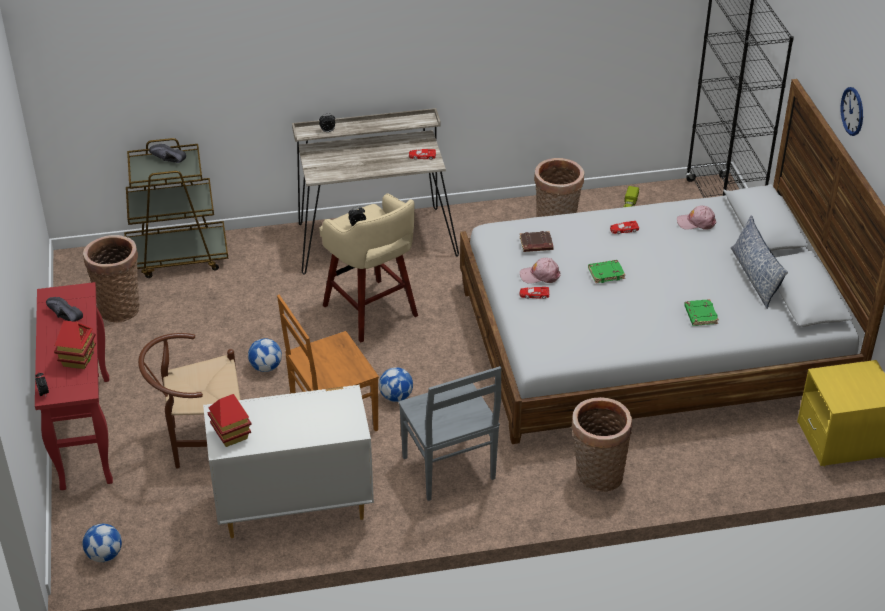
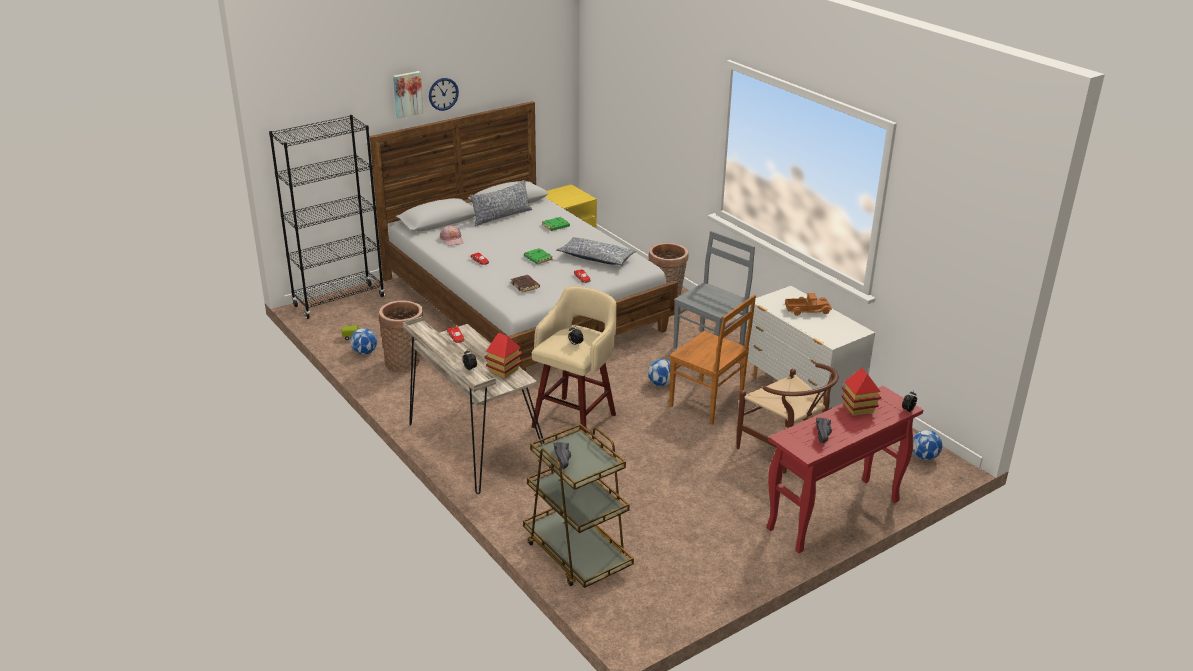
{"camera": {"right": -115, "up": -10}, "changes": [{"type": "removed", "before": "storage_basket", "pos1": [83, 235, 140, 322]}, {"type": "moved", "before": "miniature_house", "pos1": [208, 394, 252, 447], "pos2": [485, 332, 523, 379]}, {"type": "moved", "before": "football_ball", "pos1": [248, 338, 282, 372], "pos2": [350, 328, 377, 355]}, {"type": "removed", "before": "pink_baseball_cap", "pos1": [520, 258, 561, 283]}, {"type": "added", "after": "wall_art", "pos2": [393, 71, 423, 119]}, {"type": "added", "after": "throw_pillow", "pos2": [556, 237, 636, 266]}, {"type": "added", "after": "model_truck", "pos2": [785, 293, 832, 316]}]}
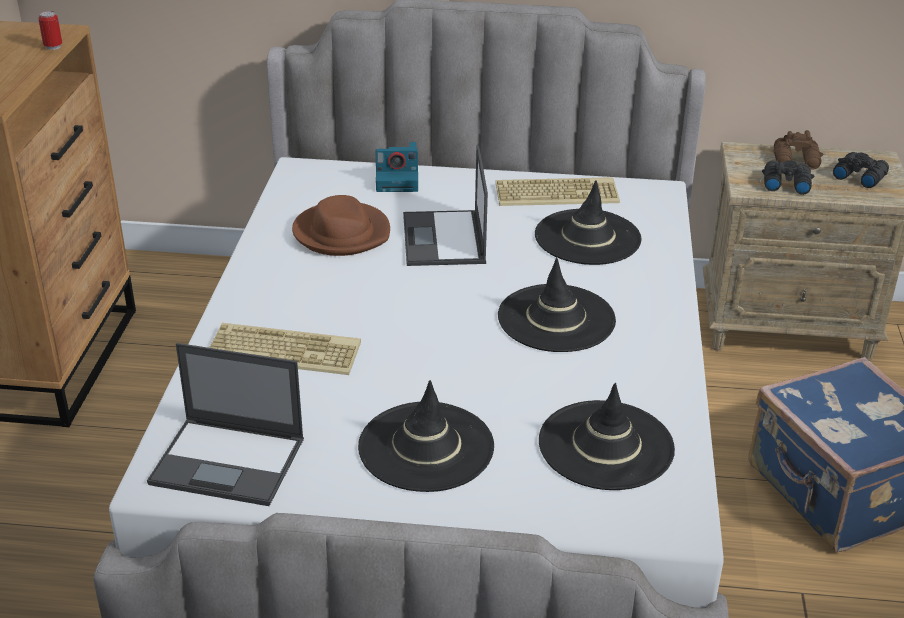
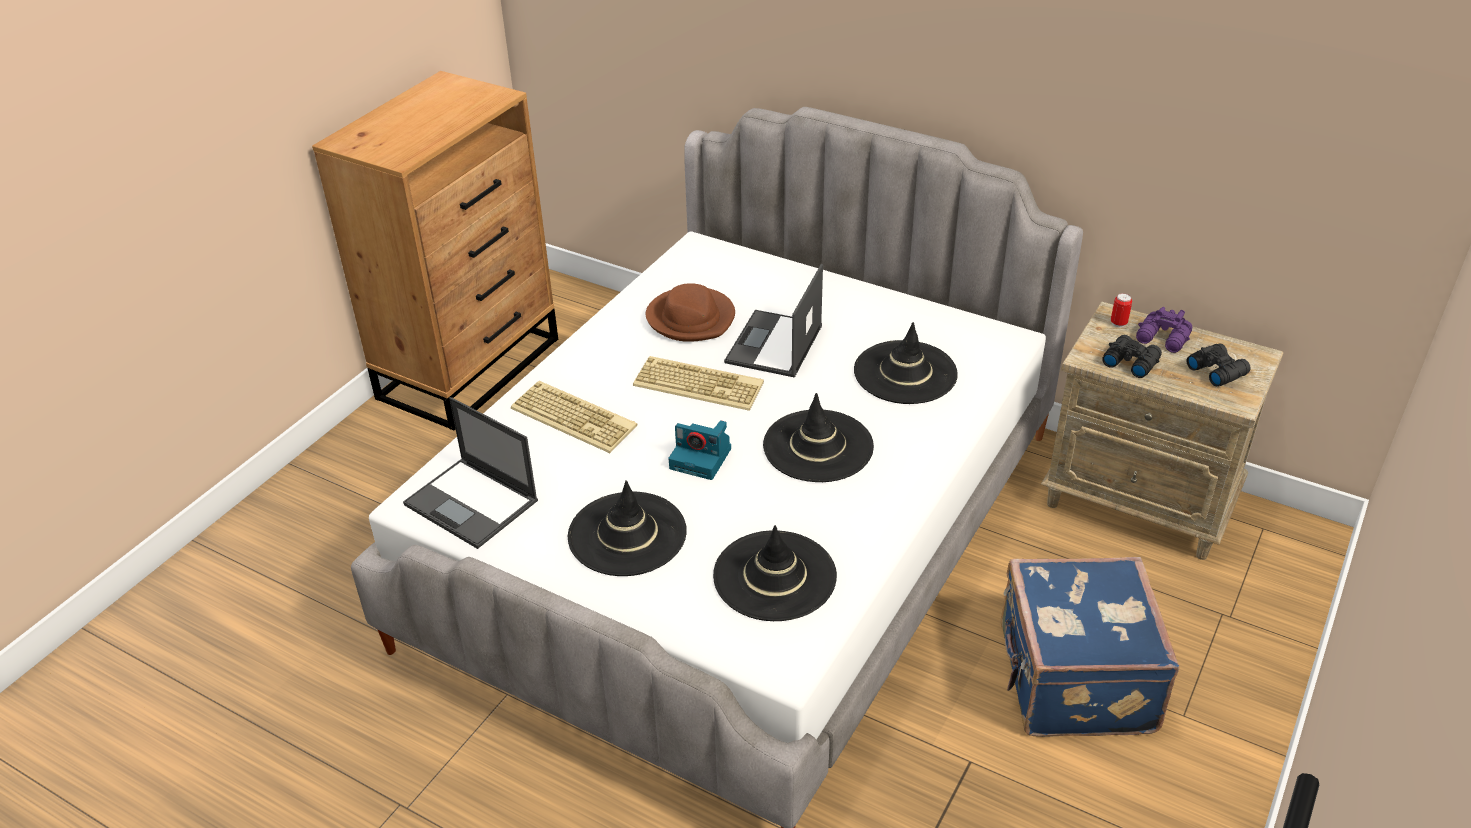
{"camera": {"right": 25, "up": 5}, "changes": [{"type": "moved", "before": "sealed_can", "pos1": [38, 11, 62, 50], "pos2": [1111, 293, 1132, 327]}, {"type": "moved", "before": "photo_camera", "pos1": [376, 142, 418, 192], "pos2": [669, 420, 731, 480]}, {"type": "moved", "before": "PC_keyboard", "pos1": [496, 177, 620, 206], "pos2": [633, 356, 764, 411]}, {"type": "recoloured", "before": "brownish_binoculars", "after": "purple-coloured_binoculars", "pos1": [773, 130, 823, 170], "pos2": [1136, 307, 1192, 353]}]}
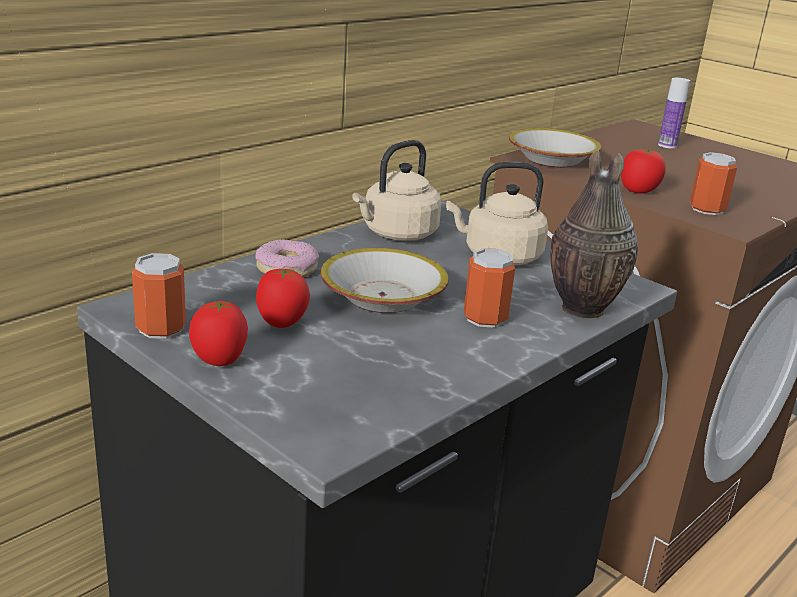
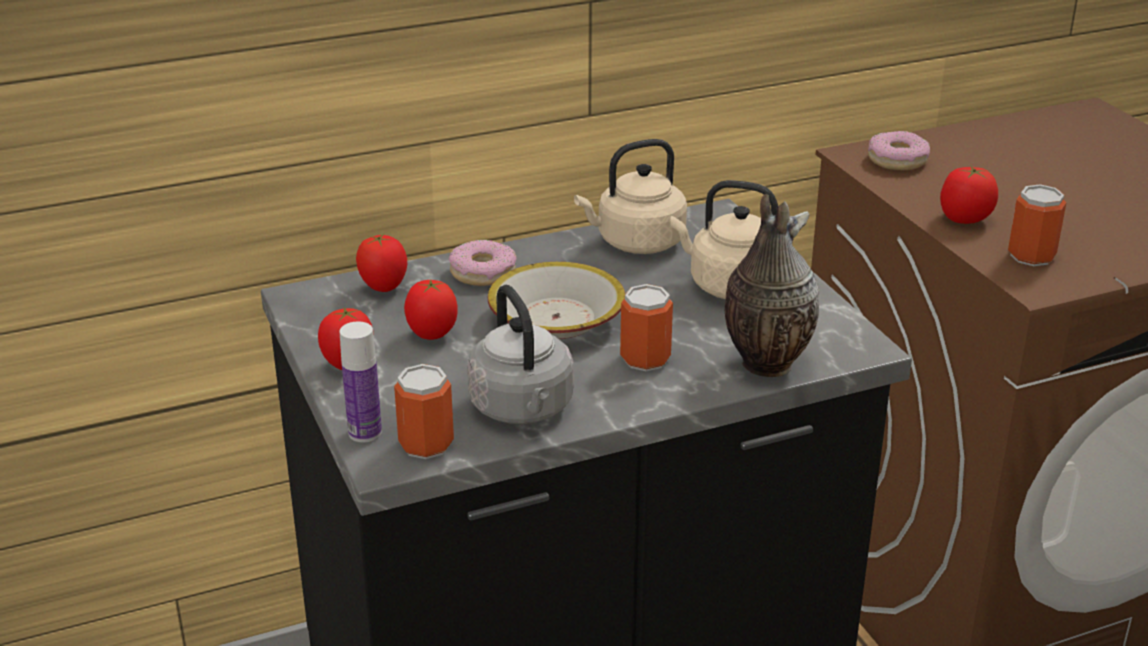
{"camera": {"right": 25, "up": 5}, "changes": [{"type": "moved", "before": "sealed_can", "pos1": [132, 253, 186, 339], "pos2": [394, 364, 454, 459]}, {"type": "replaced", "before": "serving_bowl", "after": "donut", "pos1": [509, 128, 602, 168], "pos2": [868, 131, 930, 170]}, {"type": "moved", "before": "bottle", "pos1": [658, 78, 690, 148], "pos2": [339, 322, 382, 442]}, {"type": "added", "after": "fresh_tomato", "pos2": [356, 233, 407, 292]}, {"type": "added", "after": "greyish_kettle", "pos2": [467, 285, 573, 424]}]}
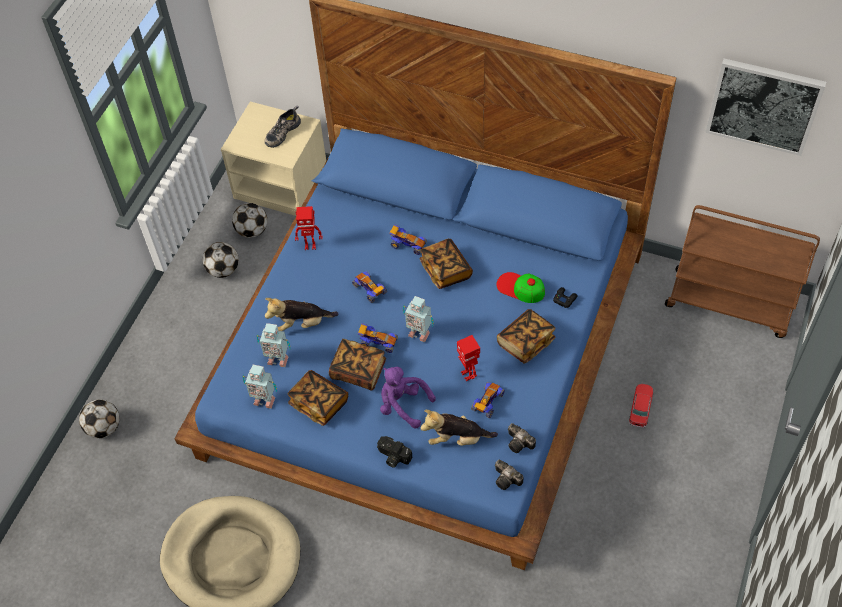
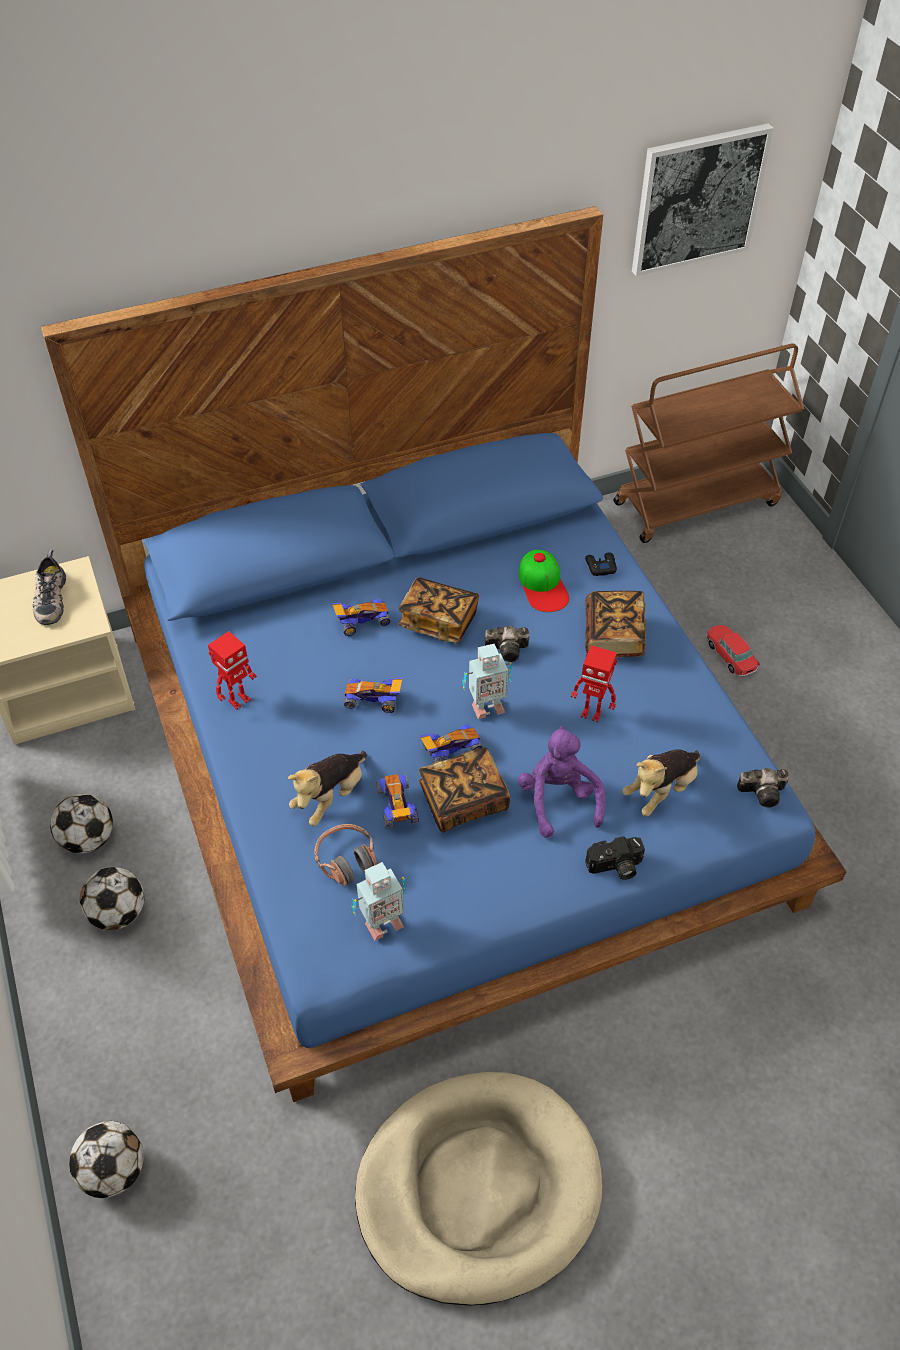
{"camera": {"right": -45, "up": -5}, "changes": [{"type": "moved", "before": "football_ball", "pos1": [232, 203, 267, 238], "pos2": [79, 867, 145, 930]}, {"type": "replaced", "before": "model_robot", "after": "headphones", "pos1": [256, 323, 291, 367], "pos2": [314, 824, 377, 886]}, {"type": "removed", "before": "book", "pos1": [287, 370, 348, 426]}, {"type": "turned", "before": "purple-coloured_cuddly_toy", "pos1": [380, 367, 436, 428], "pos2": [518, 726, 606, 838], "turn": 90}, {"type": "moved", "before": "miniature_car", "pos1": [471, 382, 505, 418], "pos2": [376, 774, 419, 829]}, {"type": "turned", "before": "baseball_cap", "pos1": [496, 272, 545, 303], "pos2": [519, 550, 569, 612], "turn": -90}, {"type": "moved", "before": "photo_camera", "pos1": [508, 423, 536, 453], "pos2": [485, 626, 529, 662]}]}
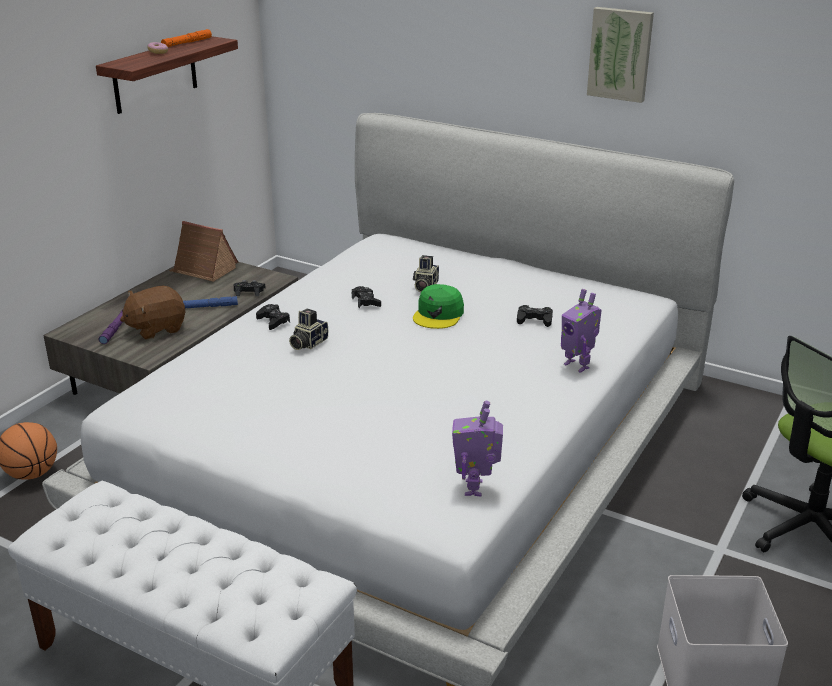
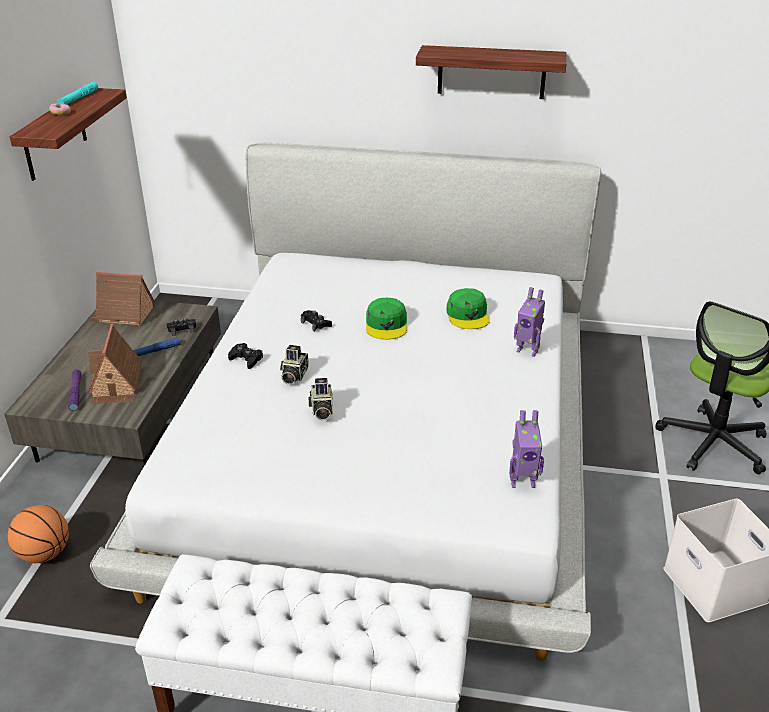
{"camera": {"right": -20, "up": 5}, "changes": [{"type": "replaced", "before": "brownish_cuddly_toy", "after": "miniature_house", "pos1": [120, 286, 185, 340], "pos2": [88, 324, 143, 404]}, {"type": "recoloured", "before": "orange-coloured_flashlight", "after": "turquoise_flashlight", "pos1": [161, 29, 212, 47], "pos2": [57, 82, 98, 105]}, {"type": "moved", "before": "photo_camera", "pos1": [413, 255, 439, 292], "pos2": [308, 378, 333, 420]}, {"type": "turned", "before": "model_robot", "pos1": [452, 401, 503, 497], "pos2": [509, 410, 544, 488], "turn": -75}, {"type": "replaced", "before": "black-coloured_joypad", "after": "green_baseball_cap", "pos1": [517, 305, 553, 327], "pos2": [447, 288, 490, 329]}, {"type": "replaced", "before": "wall_art", "after": "wall_shelf", "pos1": [587, 7, 654, 103], "pos2": [416, 45, 567, 99]}]}
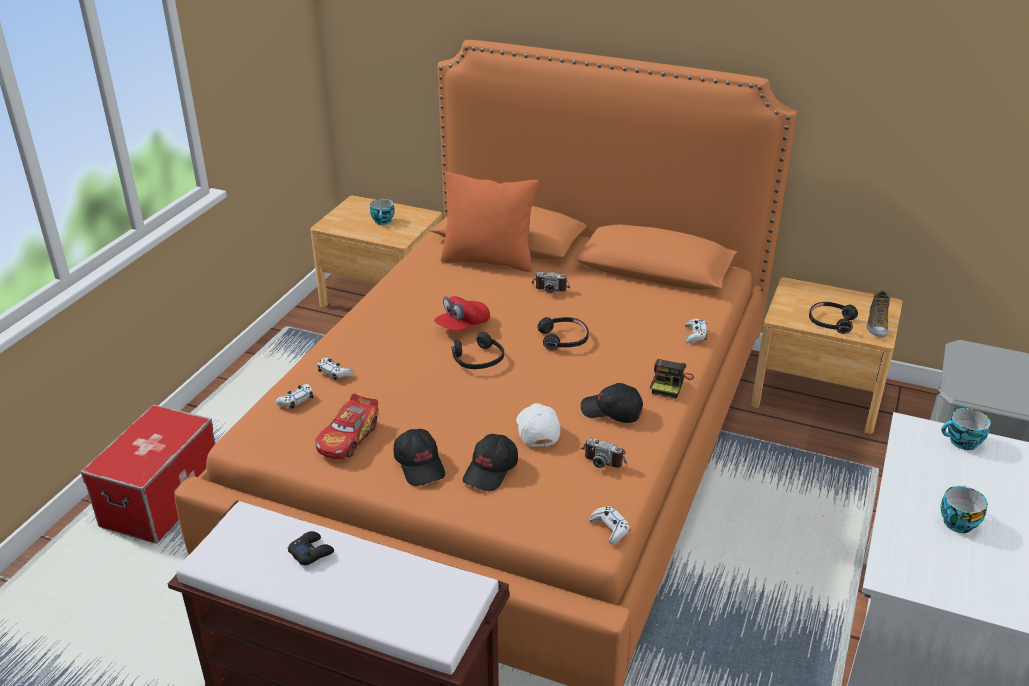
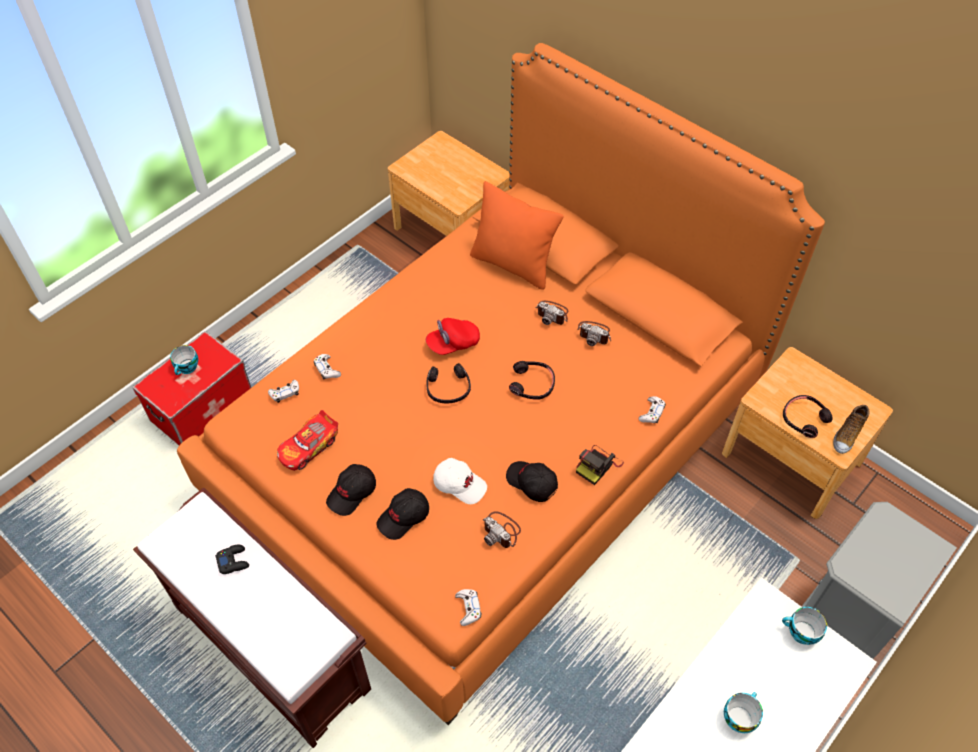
{"camera": {"right": 20, "up": 20}, "changes": [{"type": "moved", "before": "drinking_cup", "pos1": [370, 199, 395, 225], "pos2": [170, 345, 198, 375]}, {"type": "turned", "before": "black-coloured_baseball_cap", "pos1": [394, 429, 445, 486], "pos2": [326, 464, 376, 516], "turn": 45}, {"type": "turned", "before": "whitish_baseball_cap", "pos1": [516, 403, 560, 447], "pos2": [433, 458, 487, 504], "turn": 105}, {"type": "added", "after": "photo_camera", "pos2": [577, 321, 611, 346]}]}
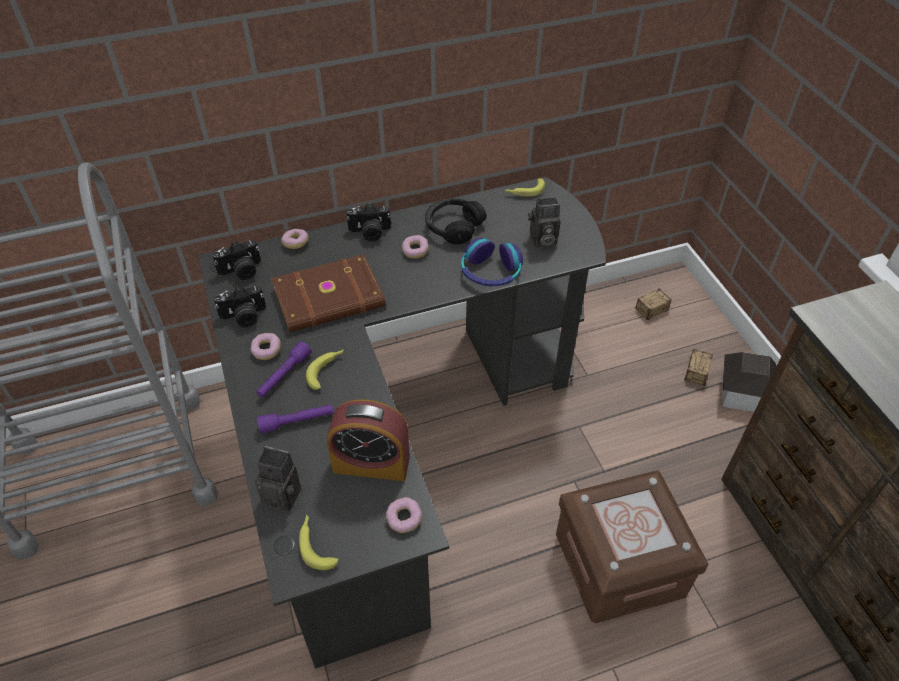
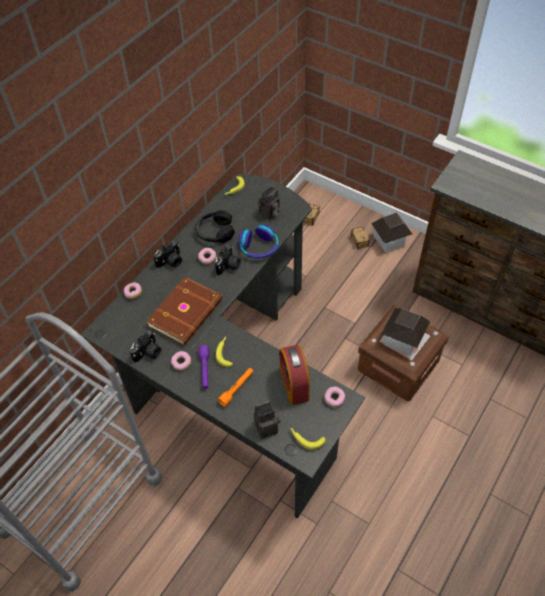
{"camera": {"right": -35, "up": 5}, "changes": [{"type": "moved", "before": "photo_camera", "pos1": [212, 240, 261, 280], "pos2": [215, 244, 241, 275]}, {"type": "recoloured", "before": "purple-coloured_flashlight", "after": "orange-coloured_flashlight", "pos1": [257, 404, 334, 434], "pos2": [217, 368, 254, 407]}, {"type": "turned", "before": "table_clock", "pos1": [327, 399, 410, 481], "pos2": [279, 345, 310, 405], "turn": 105}, {"type": "added", "after": "miniature_house", "pos2": [381, 308, 430, 355]}]}
